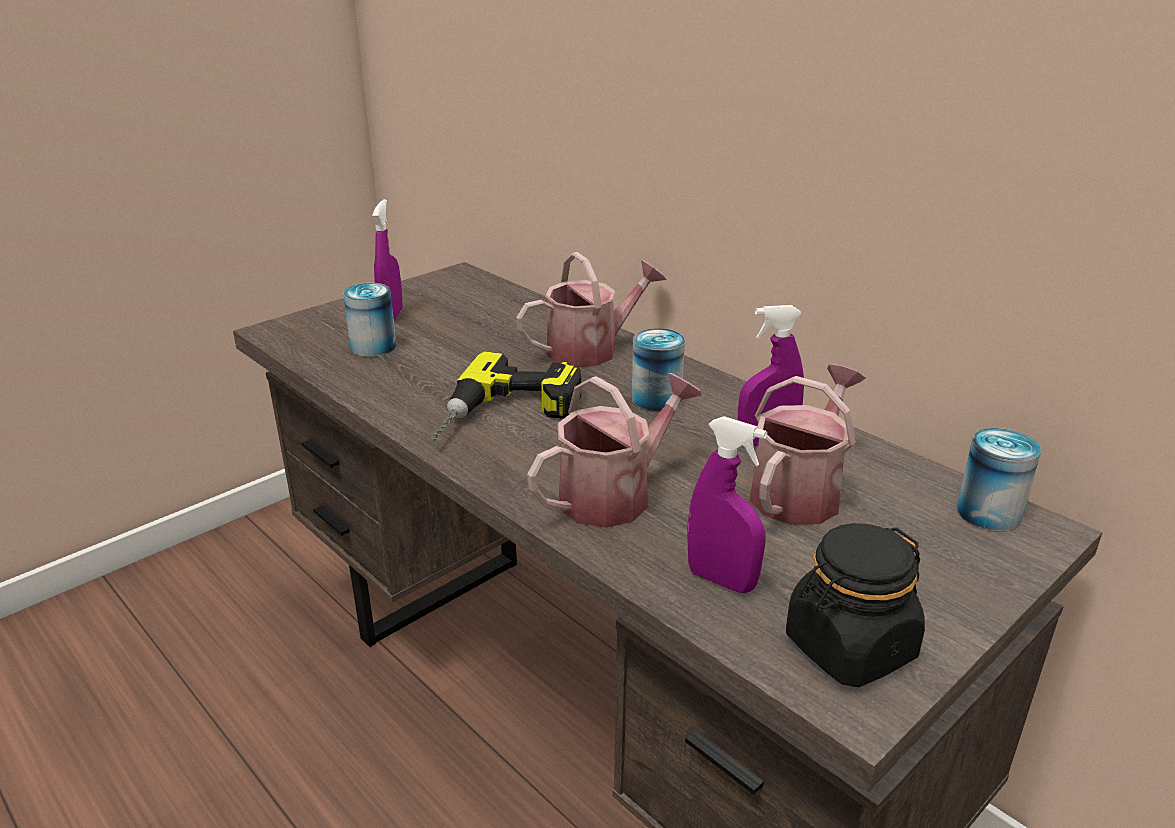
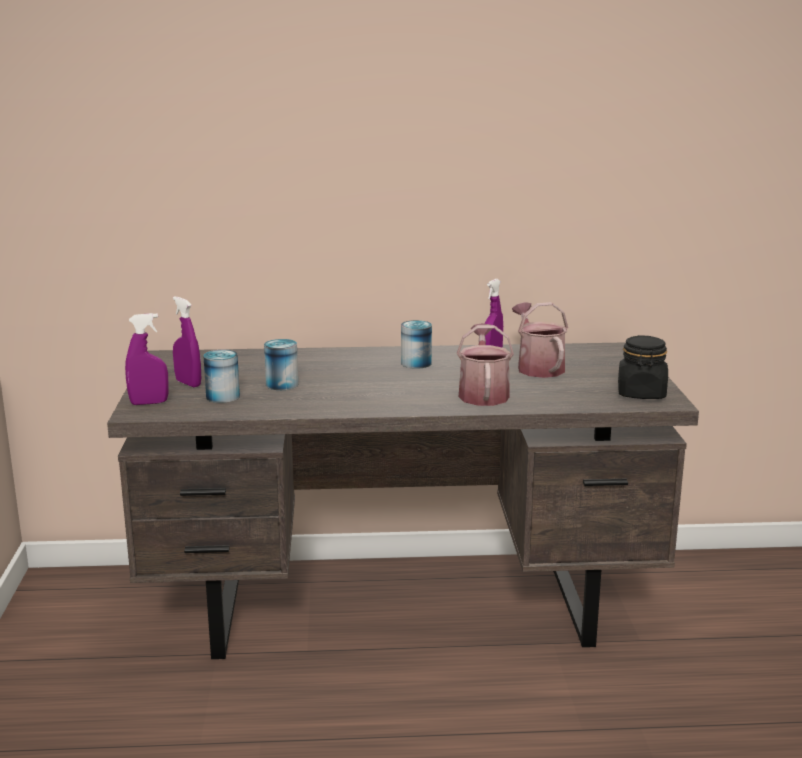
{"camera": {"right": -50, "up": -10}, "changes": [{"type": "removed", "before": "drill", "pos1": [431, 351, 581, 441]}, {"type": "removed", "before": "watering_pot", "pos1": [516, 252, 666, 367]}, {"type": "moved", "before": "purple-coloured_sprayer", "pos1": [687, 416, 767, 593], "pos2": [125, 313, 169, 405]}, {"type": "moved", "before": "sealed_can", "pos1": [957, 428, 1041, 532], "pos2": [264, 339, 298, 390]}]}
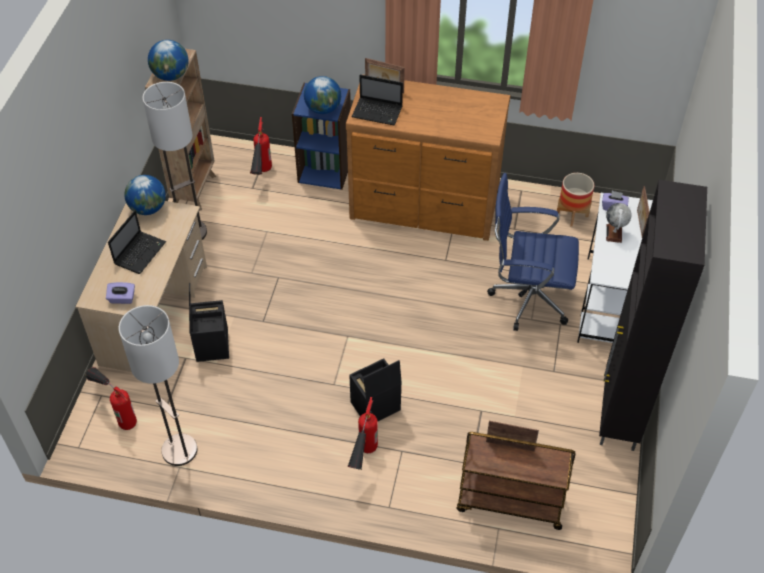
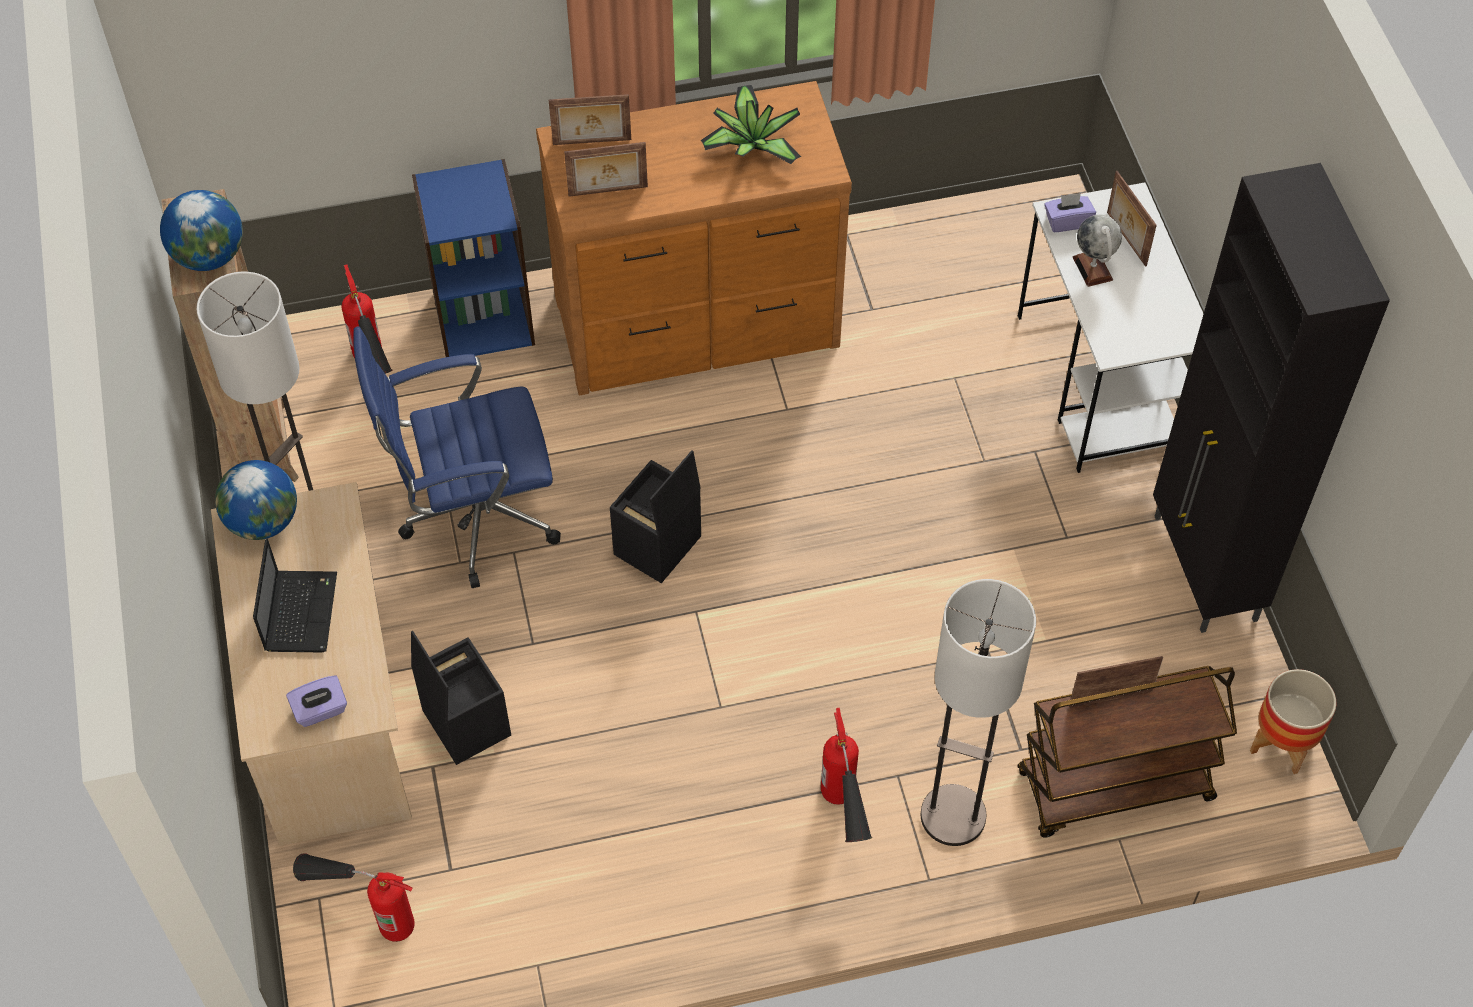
{"camera": {"right": -25, "up": 5}, "changes": [{"type": "moved", "before": "standard_lamp", "pos1": [119, 305, 197, 466], "pos2": [921, 579, 1036, 846]}, {"type": "removed", "before": "globe", "pos1": [304, 76, 341, 114]}, {"type": "moved", "before": "black-coloured_storage_bin", "pos1": [349, 358, 402, 421], "pos2": [610, 450, 701, 584]}, {"type": "replaced", "before": "laptop", "after": "photo_frame", "pos1": [352, 75, 403, 125], "pos2": [564, 142, 648, 197]}, {"type": "moved", "before": "bluish_desk_chair", "pos1": [487, 173, 579, 331], "pos2": [353, 327, 561, 588]}, {"type": "moved", "before": "planter", "pos1": [557, 173, 594, 227], "pos2": [1250, 669, 1336, 774]}, {"type": "added", "after": "houseplant", "pos2": [701, 85, 801, 164]}]}
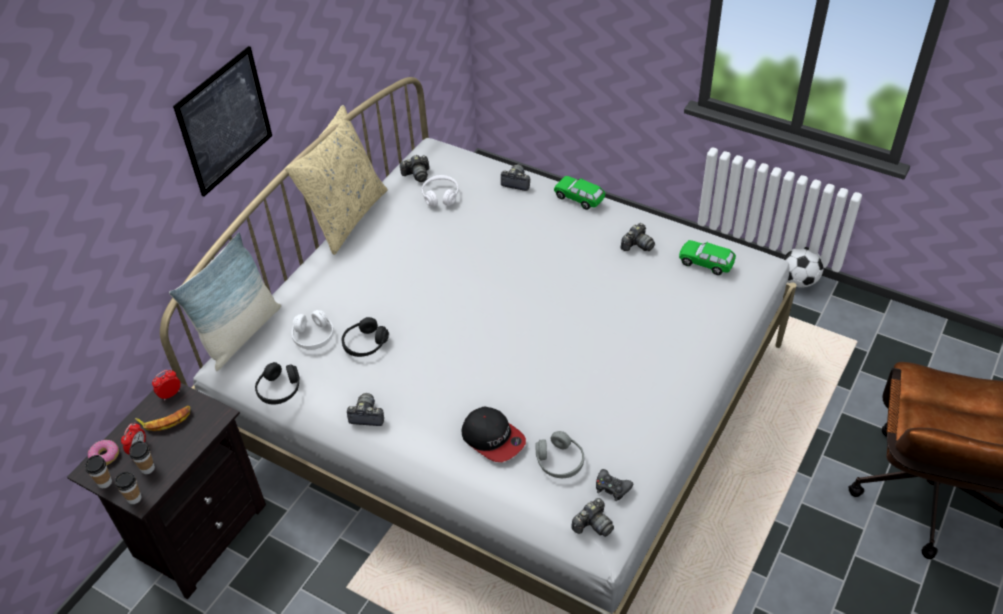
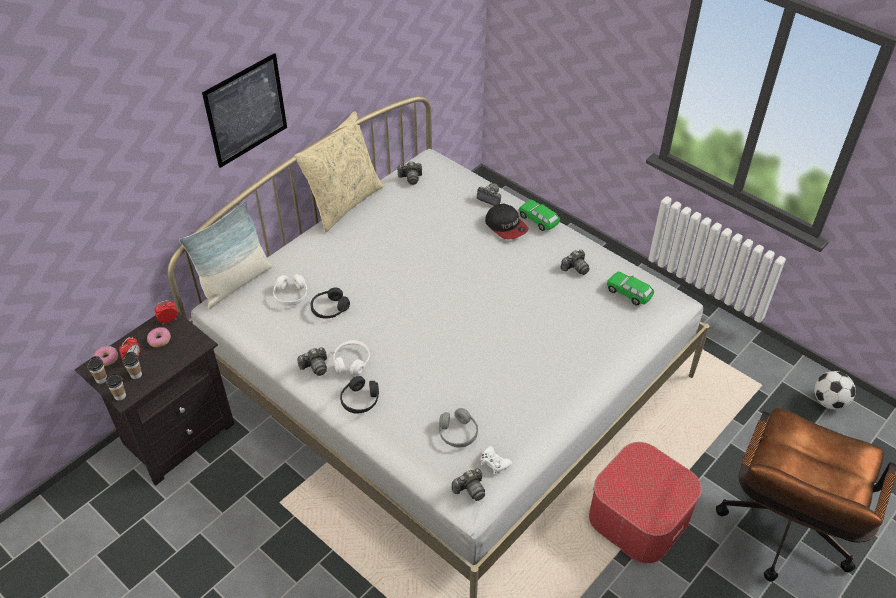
{"camera": {"right": 10, "up": 0}, "changes": [{"type": "replaced", "before": "whole_banana", "after": "donut", "pos1": [135, 406, 190, 431], "pos2": [147, 327, 171, 347]}, {"type": "moved", "before": "black-coloured_headphones", "pos1": [255, 362, 300, 405], "pos2": [340, 376, 379, 414]}, {"type": "turned", "before": "photo_camera", "pos1": [347, 393, 384, 426], "pos2": [297, 347, 327, 376], "turn": 135}, {"type": "moved", "before": "whitish_headphones", "pos1": [422, 175, 459, 207], "pos2": [333, 340, 370, 375]}, {"type": "moved", "before": "baseball_cap", "pos1": [461, 407, 526, 462], "pos2": [485, 204, 529, 240]}, {"type": "recoloured", "before": "black-coloured_joypad", "after": "whitish_joypad", "pos1": [596, 469, 633, 501], "pos2": [481, 446, 512, 474]}, {"type": "moved", "before": "football_ball", "pos1": [783, 247, 824, 288], "pos2": [814, 371, 856, 409]}, {"type": "added", "after": "footrest", "pos2": [589, 442, 702, 564]}]}
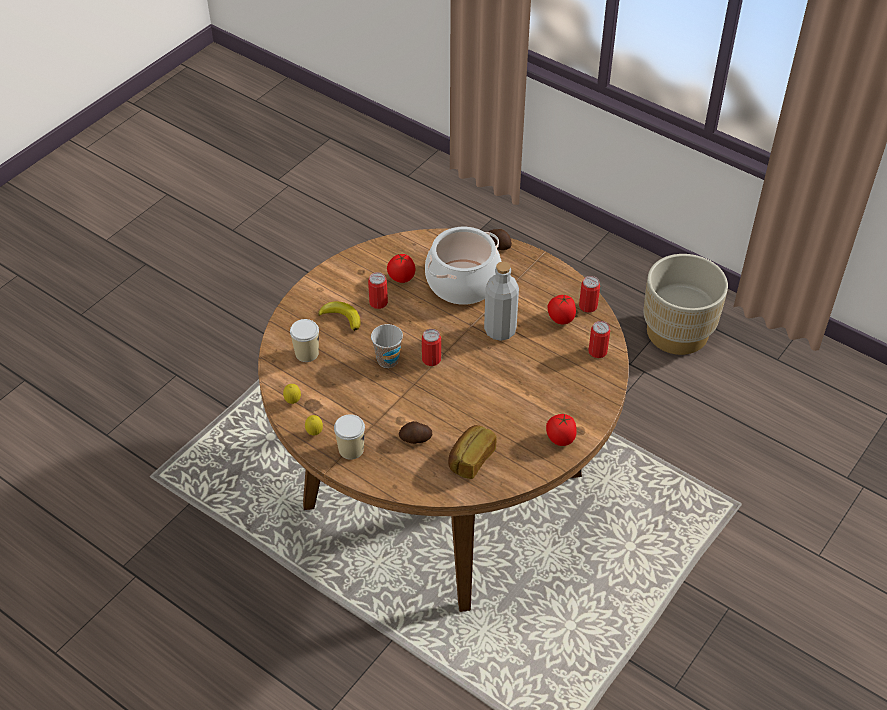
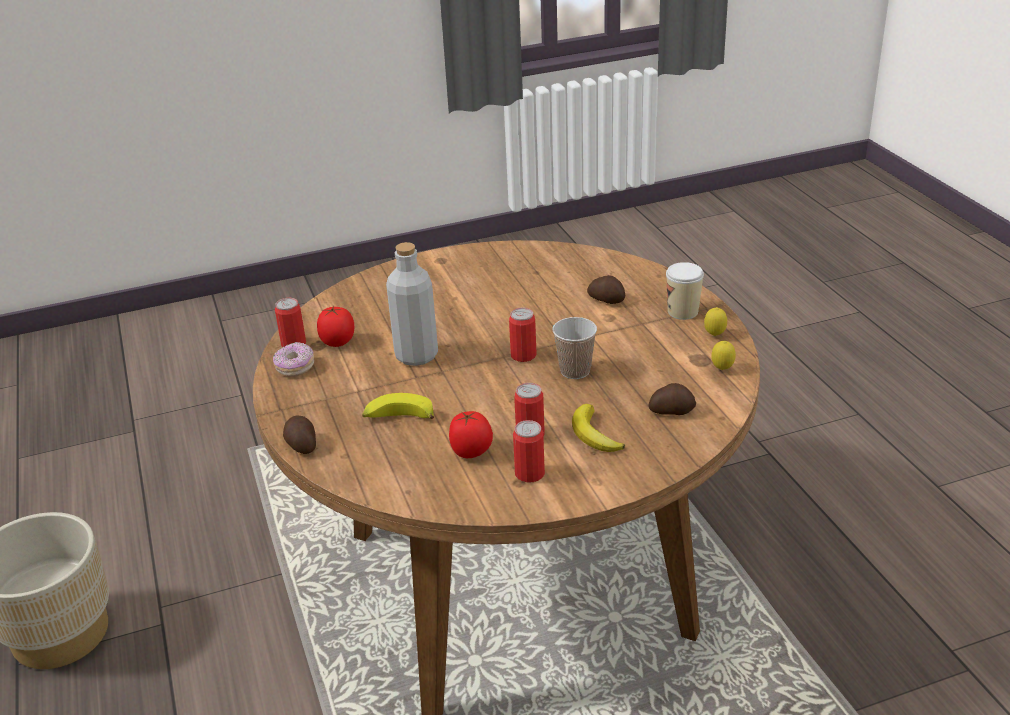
{"camera": {"right": -145, "up": -15}, "changes": [{"type": "replaced", "before": "drinking_cup", "after": "potato", "pos1": [290, 319, 319, 362], "pos2": [649, 383, 696, 415]}, {"type": "replaced", "before": "cooking_pot", "after": "whole_banana", "pos1": [425, 227, 502, 305], "pos2": [362, 393, 434, 419]}, {"type": "removed", "before": "bread", "pos1": [448, 425, 496, 479]}, {"type": "removed", "before": "fresh_tomato", "pos1": [546, 414, 577, 446]}, {"type": "moved", "before": "sealed_can", "pos1": [588, 321, 610, 358], "pos2": [513, 420, 545, 482]}, {"type": "added", "after": "donut", "pos2": [273, 342, 314, 376]}]}
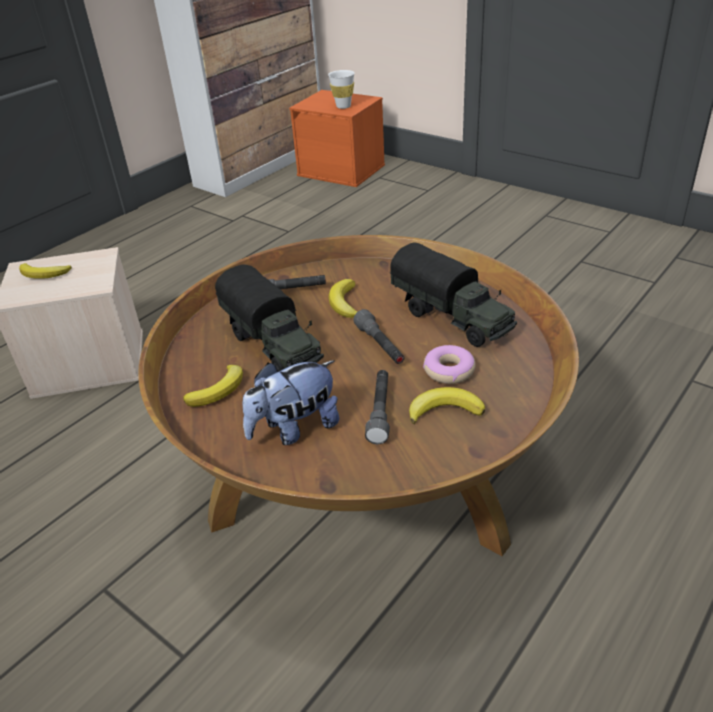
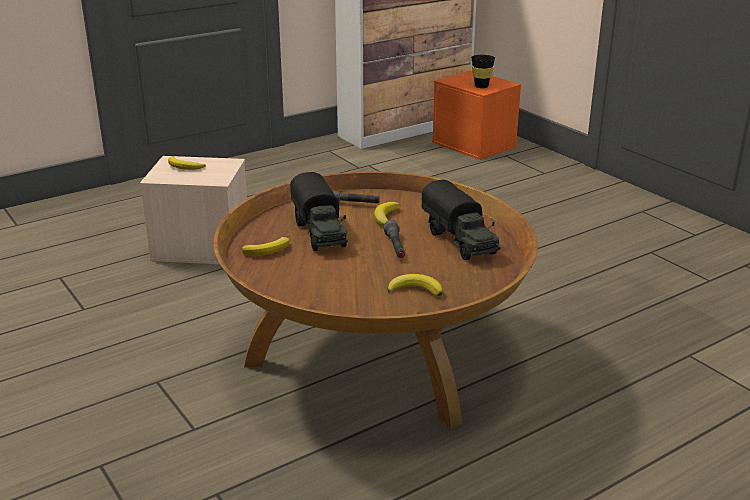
{"camera": {"right": 15, "up": -10}, "changes": [{"type": "removed", "before": "cuddly_toy", "pos1": [243, 360, 339, 445]}, {"type": "recoloured", "before": "whitish_drinking_cup", "after": "black-coloured_drinking_cup", "pos1": [328, 70, 355, 109], "pos2": [471, 55, 495, 88]}, {"type": "removed", "before": "greyish_flashlight", "pos1": [365, 370, 390, 444]}, {"type": "removed", "before": "donut", "pos1": [423, 345, 476, 384]}]}
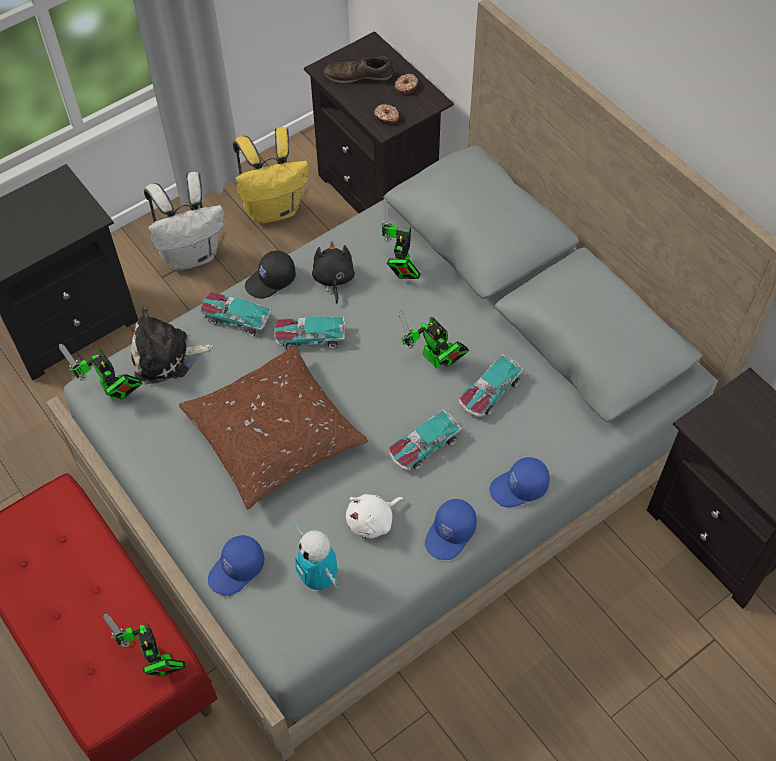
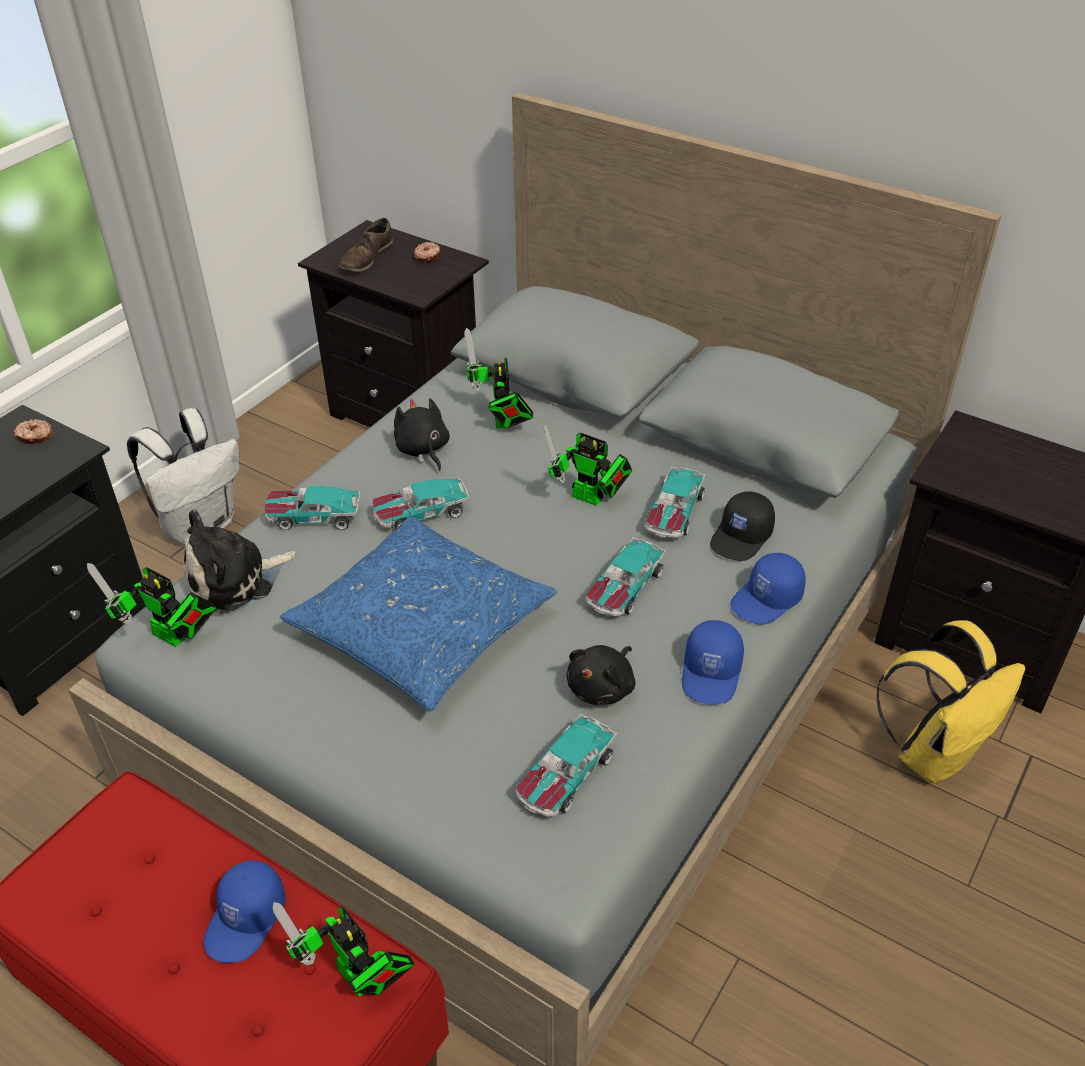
{"camera": {"right": -20, "up": -15}, "changes": [{"type": "recoloured", "before": "brownish_throw_pillow", "after": "bluish_throw_pillow", "pos1": [179, 345, 368, 510], "pos2": [280, 516, 557, 712]}, {"type": "moved", "before": "bluish_baseball_cap", "pos1": [208, 535, 265, 596], "pos2": [203, 860, 286, 963]}, {"type": "moved", "before": "yellow_rucksack", "pos1": [233, 127, 309, 224], "pos2": [876, 620, 1025, 783]}, {"type": "moved", "before": "black-coloured_baseball_cap", "pos1": [245, 251, 296, 299], "pos2": [710, 491, 775, 561]}, {"type": "replaced", "before": "model_robot", "after": "miniature_car", "pos1": [294, 523, 339, 592], "pos2": [515, 713, 617, 817]}, {"type": "turned", "before": "brownish_item_of_footwear", "pos1": [324, 56, 393, 83], "pos2": [339, 218, 393, 272], "turn": -45}, {"type": "recoloured", "before": "whitish_cuddly_toy", "after": "black-coloured_cuddly_toy", "pos1": [346, 494, 404, 538], "pos2": [566, 645, 636, 705]}, {"type": "moved", "before": "donut", "pos1": [374, 104, 399, 123], "pos2": [13, 419, 53, 444]}]}
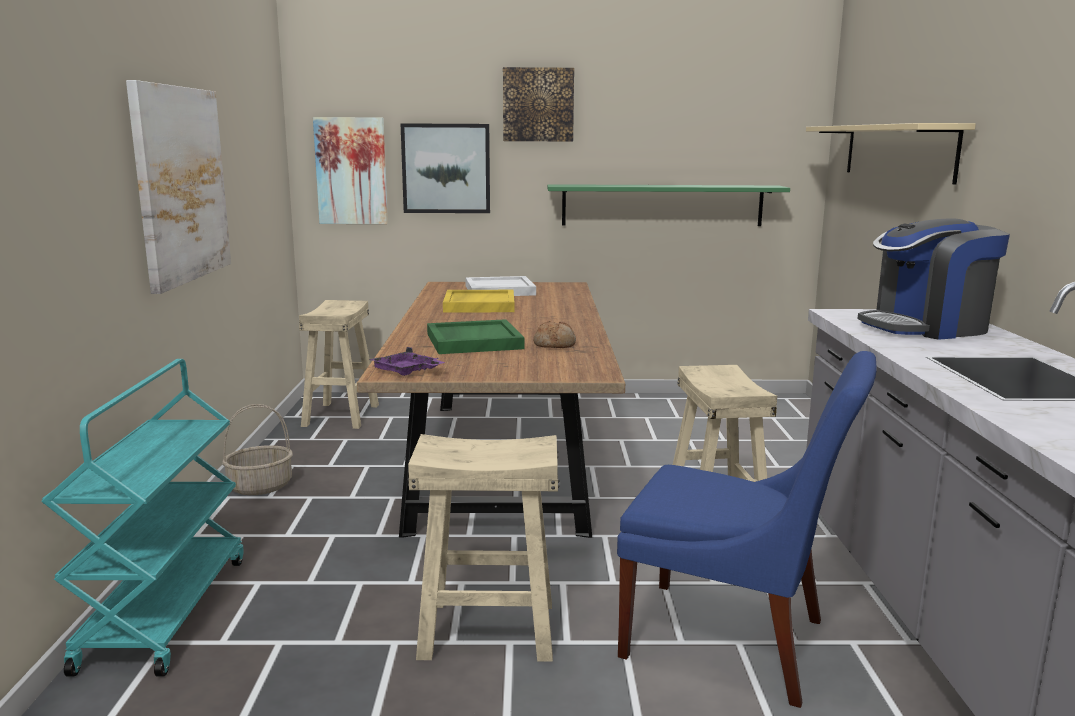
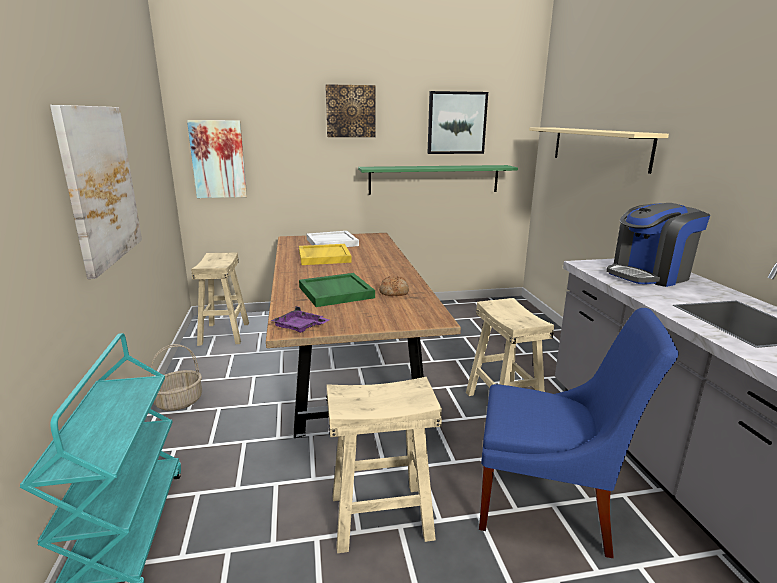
{"camera": {"right": -10, "up": 5}, "changes": [{"type": "moved", "before": "wall_art", "pos1": [400, 123, 490, 213], "pos2": [427, 91, 488, 154]}]}
